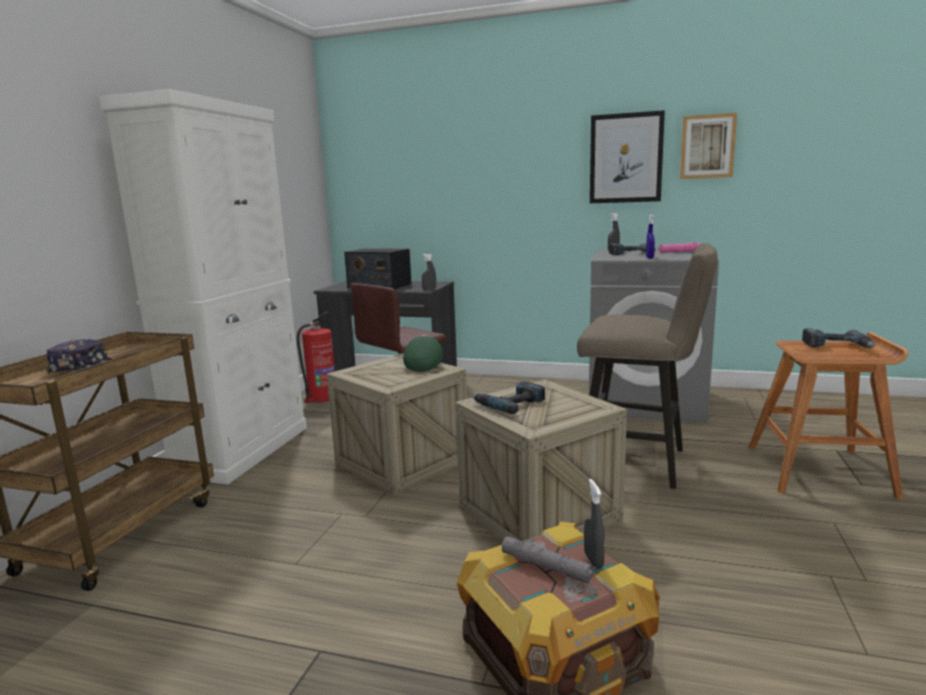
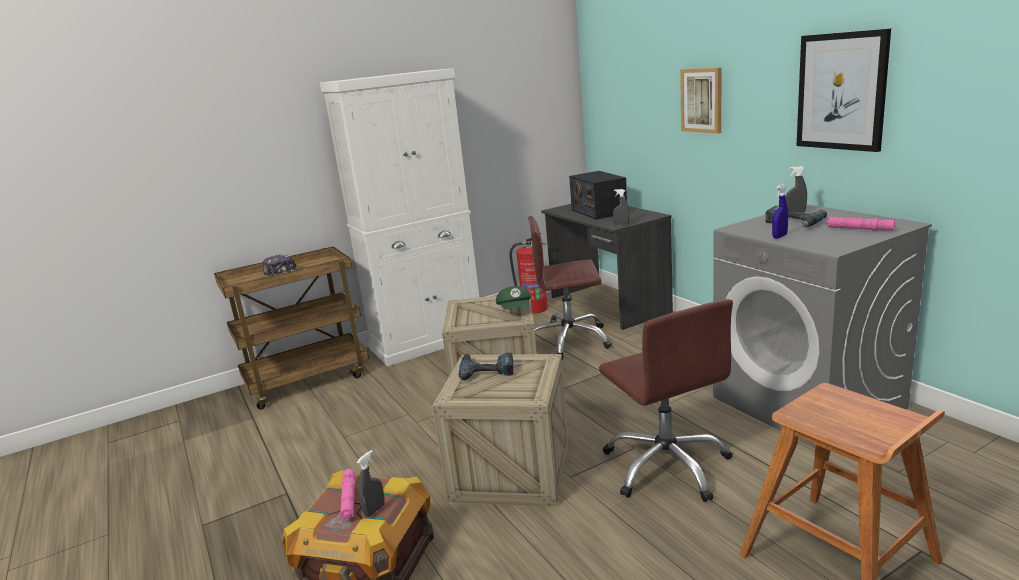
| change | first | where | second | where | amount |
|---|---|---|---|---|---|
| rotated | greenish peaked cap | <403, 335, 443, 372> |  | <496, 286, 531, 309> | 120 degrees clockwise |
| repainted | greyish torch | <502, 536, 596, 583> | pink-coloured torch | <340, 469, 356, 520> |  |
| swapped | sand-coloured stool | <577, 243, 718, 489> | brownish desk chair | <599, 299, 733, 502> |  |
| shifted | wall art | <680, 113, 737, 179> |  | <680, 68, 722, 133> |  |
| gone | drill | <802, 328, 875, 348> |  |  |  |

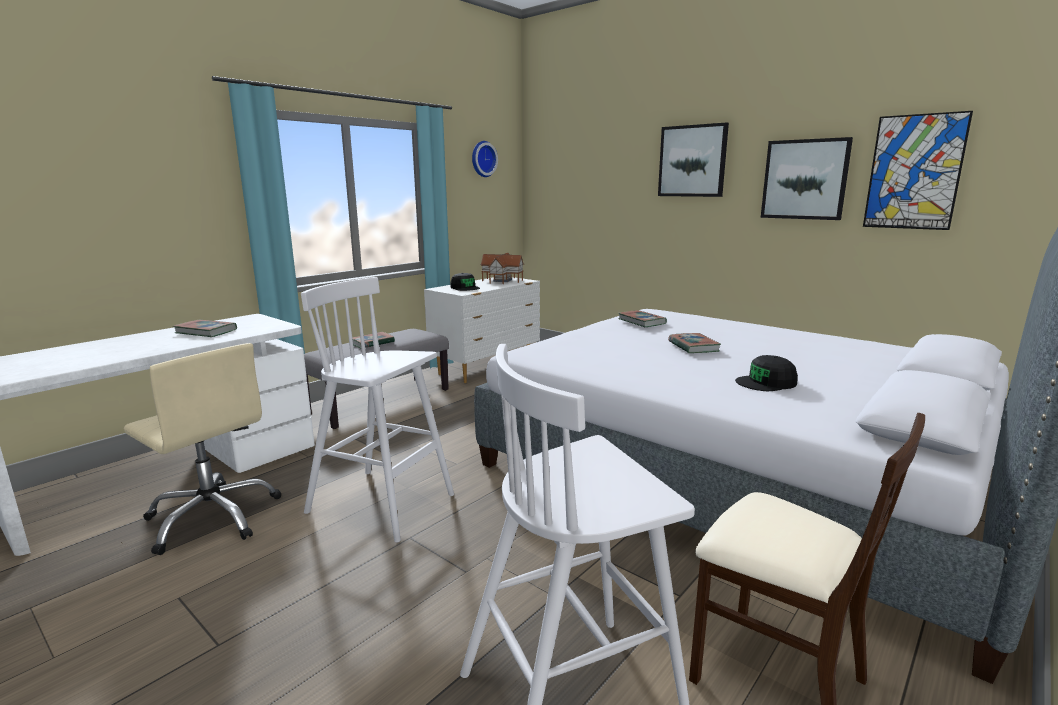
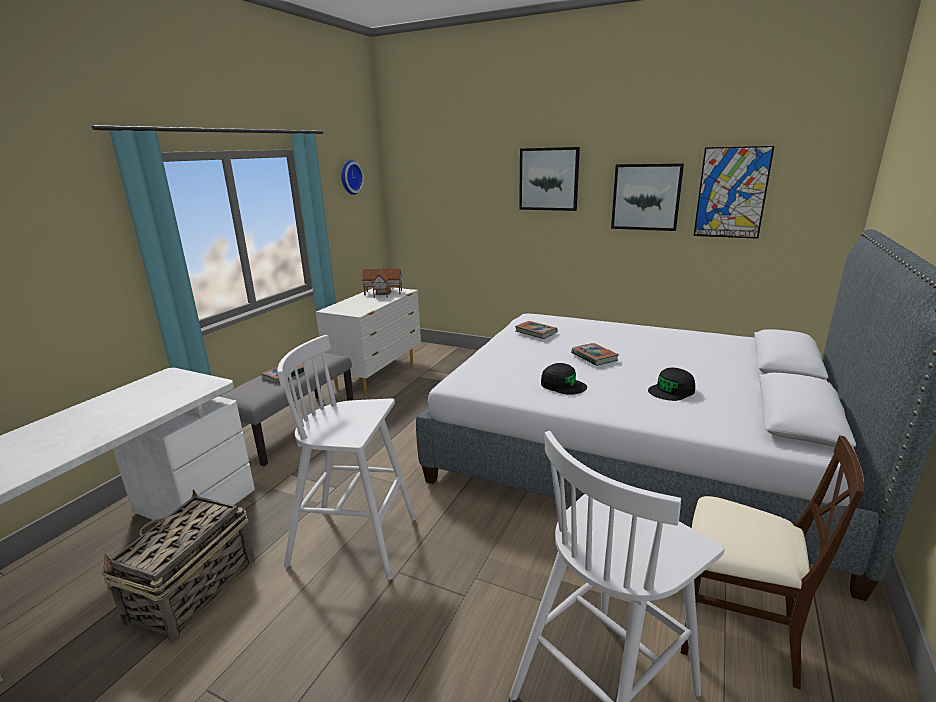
| change | first | where | second | where | amount |
|---|---|---|---|---|---|
| swapped | sand-coloured desk chair | <124, 343, 281, 555> | basket | <102, 489, 255, 642> |  |
| gone | bound book | <173, 320, 237, 337> |  |  |  |
| shifted | blackish peaked cap | <450, 273, 480, 291> |  | <541, 363, 587, 395> |  |

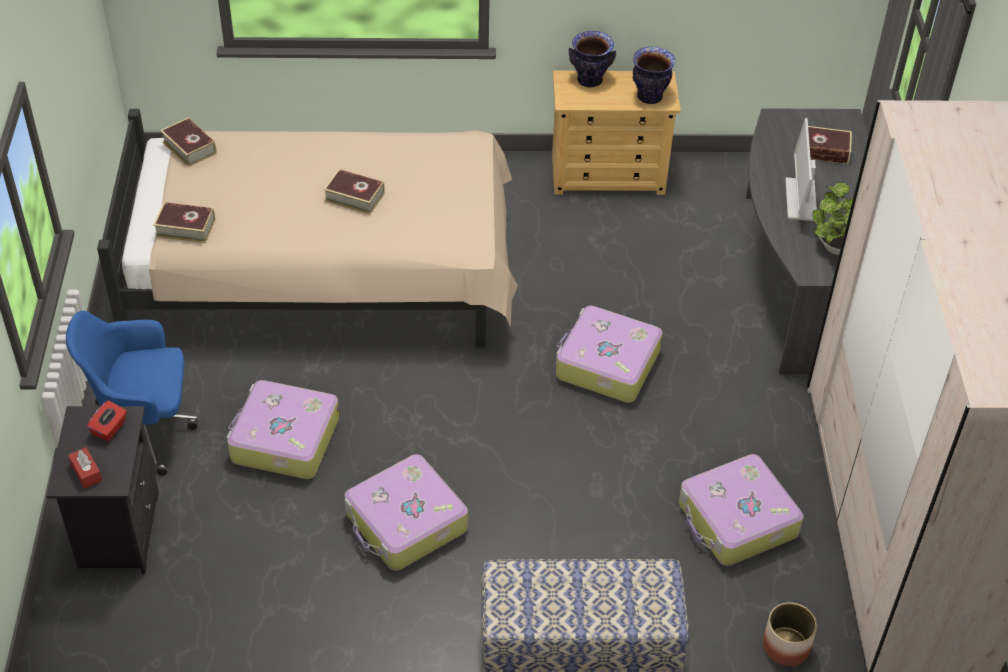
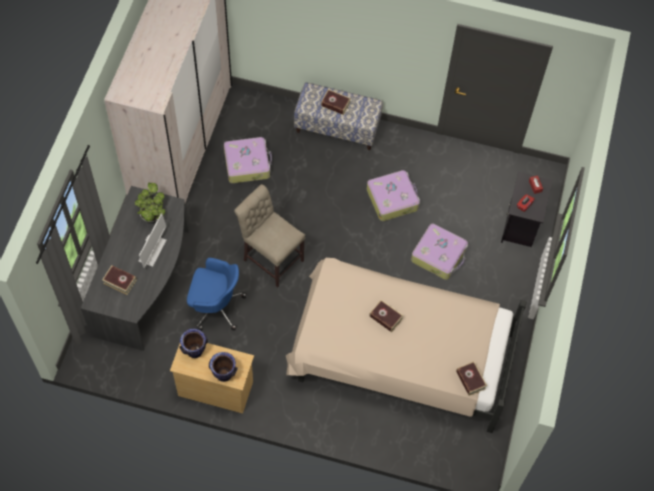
| change | first | where | second | where | amount |
|---|---|---|---|---|---|
| shifted | blue-coloured desk chair | <66, 311, 198, 476> |  | <187, 258, 247, 331> |  |
| shifted | bound book | <153, 202, 215, 243> |  | <321, 89, 351, 115> |  |
| swapped | suitcase | <556, 306, 663, 403> | sand-coloured chair | <234, 184, 305, 287> |  |
| gone | flower pot | <763, 602, 817, 666> |  |  |  |

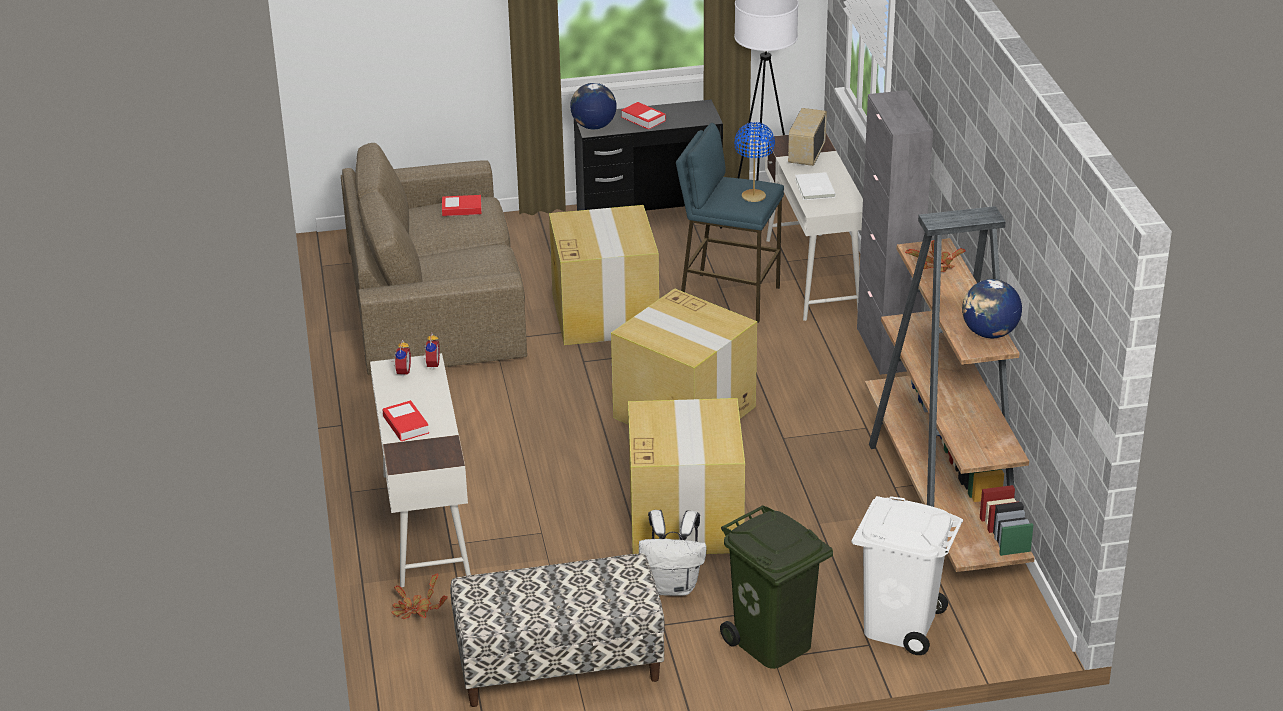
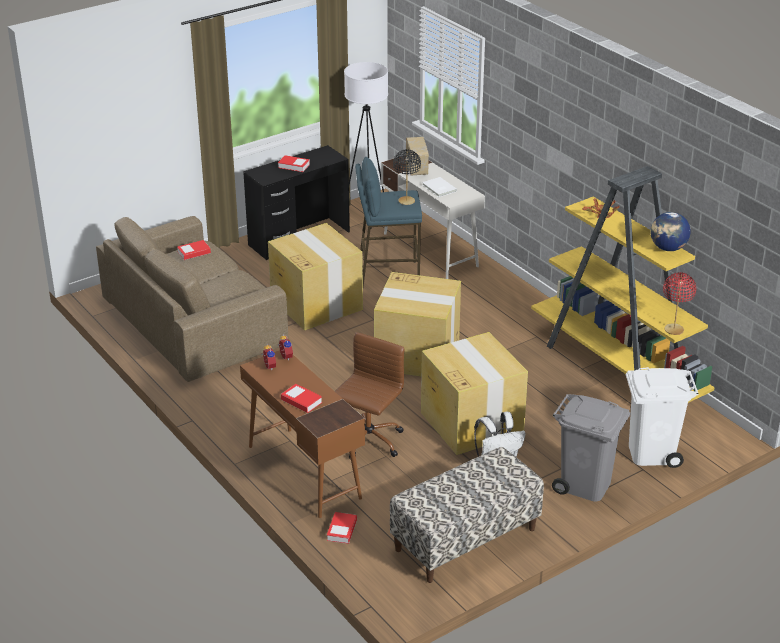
| change | first | where | second | where | amount |
|---|---|---|---|---|---|
| repainted | white desk | <370, 353, 471, 587> | brownish desk | <240, 350, 365, 518> |  |
| swapped | plant in a pot | <391, 574, 448, 619> | bound book | <327, 512, 357, 544> |  |
| gone | desk globe | <570, 83, 617, 129> |  |  |  |
| repainted | greenish trash can | <720, 505, 833, 669> | greyish trash can | <552, 394, 630, 501> |  |
| repainted | blue-coloured tabletop lamp | <734, 122, 775, 202> | blackish tabletop lamp | <393, 149, 421, 205> |  |
| gone | greyish storage cabinet | <857, 90, 933, 375> |  |  |  |
| repainted | brownish shelving unit | <865, 206, 1035, 572> | yellowish shelving unit | <531, 166, 715, 403> |  |
| new |  |  | brownish desk chair | <335, 332, 404, 459> |  |
| new |  |  | red-coloured tabletop lamp | <663, 272, 696, 335> |  |

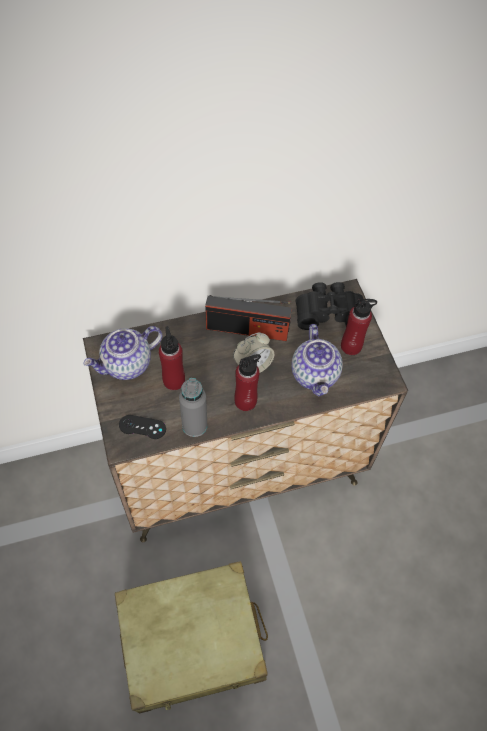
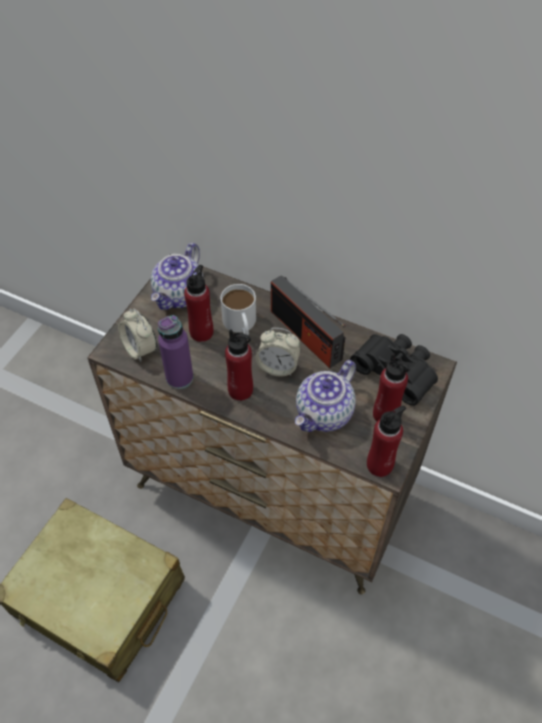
| change | first | where | second | where | amount |
|---|---|---|---|---|---|
| rotated | teapot | <83, 326, 162, 380> |  | <151, 243, 204, 310> | 75 degrees counterclockwise |
| swapped | blackish gamepad | <119, 415, 166, 439> | bedside clock | <118, 308, 157, 362> |  |
| repainted | greyish drink bottle | <179, 378, 207, 437> | purple drink bottle | <158, 315, 193, 389> |  |
| new |  |  | white coffee mug | <221, 284, 256, 336> |  |
| new |  |  | red-coloured drink bottle | <367, 406, 406, 477> |  |

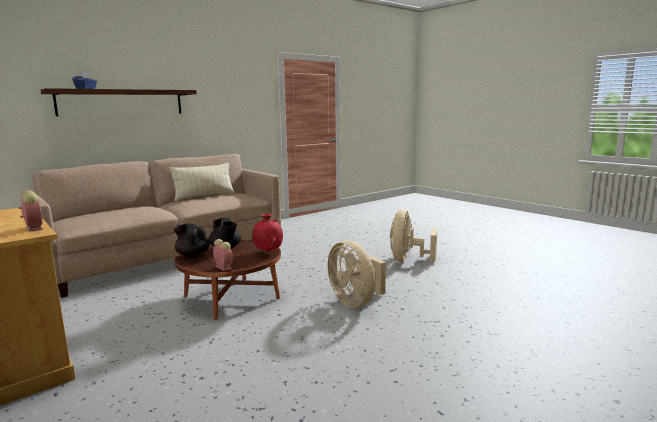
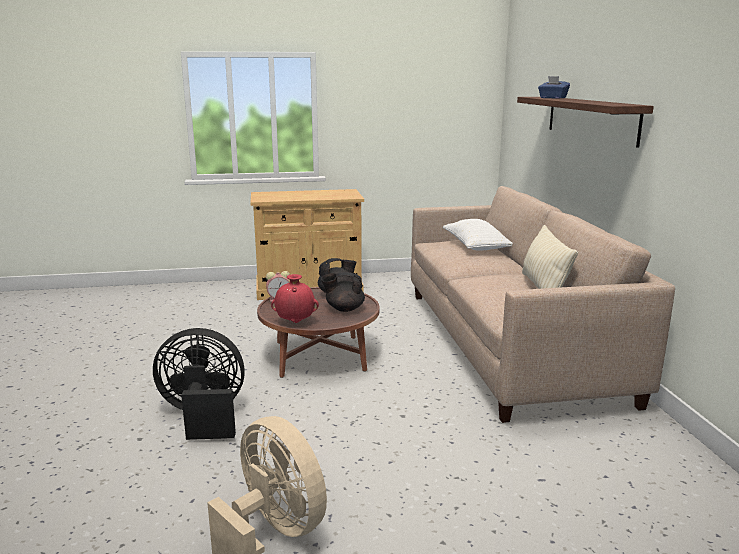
| change | first | where | second | where | amount |
|---|---|---|---|---|---|
| gone | bedside clock | <19, 191, 43, 231> |  |  |  |
| repainted | sand-coloured electric fan | <328, 240, 386, 307> | blackish electric fan | <153, 328, 245, 440> |  |
| new |  |  | white cushion | <443, 219, 513, 251> |  |

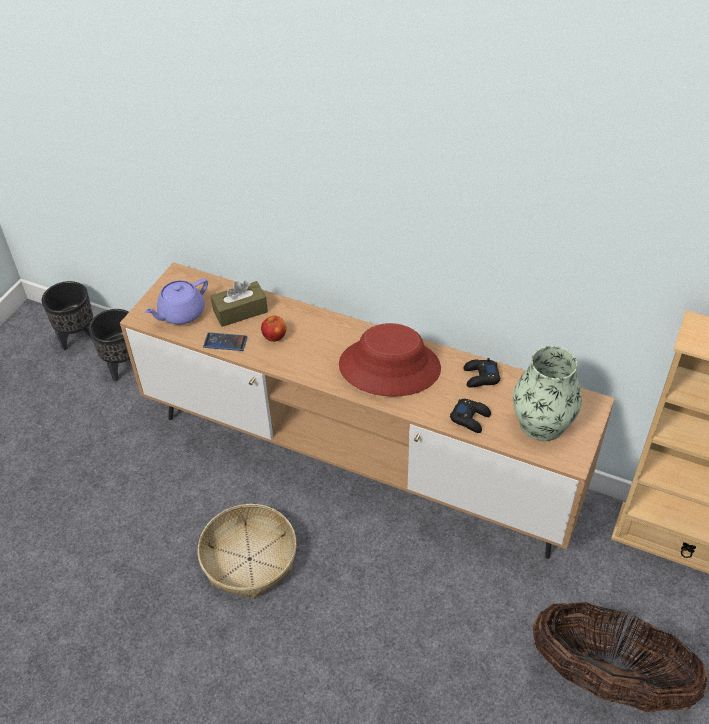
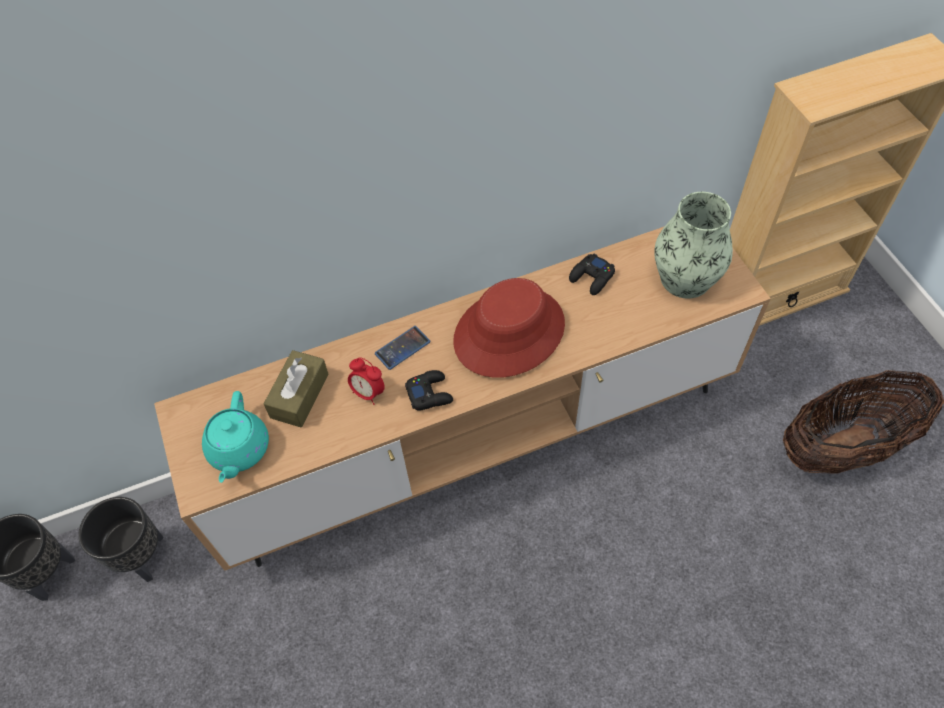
| change | first | where | second | where | amount |
|---|---|---|---|---|---|
| repainted | purple teapot | <144, 278, 208, 325> | blue-green teapot | <202, 391, 269, 483> |  |
| gone | basket | <197, 504, 297, 599> |  |  |  |
| shifted | handset | <203, 332, 247, 351> |  | <375, 326, 430, 370> |  |
| swapped | apple fruit | <261, 316, 287, 342> | bedside clock | <348, 357, 385, 405> |  |
| shifted | blackish gamepad | <450, 399, 491, 433> |  | <405, 370, 453, 410> |  |

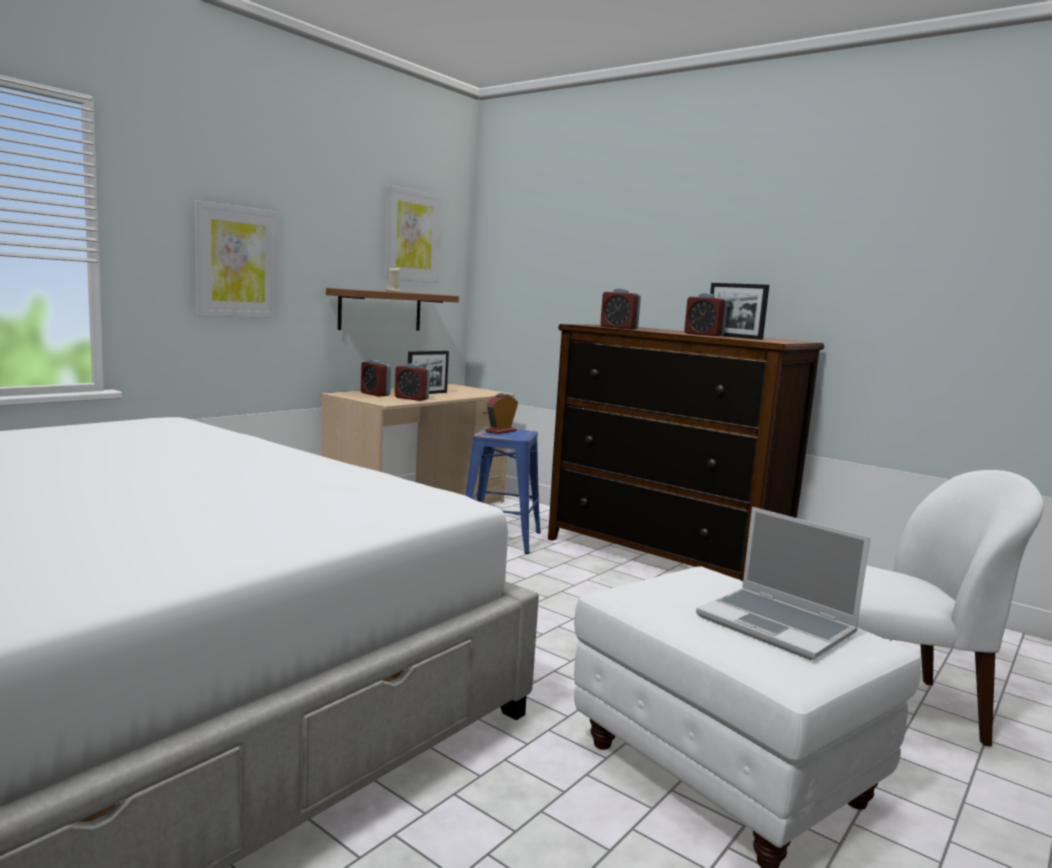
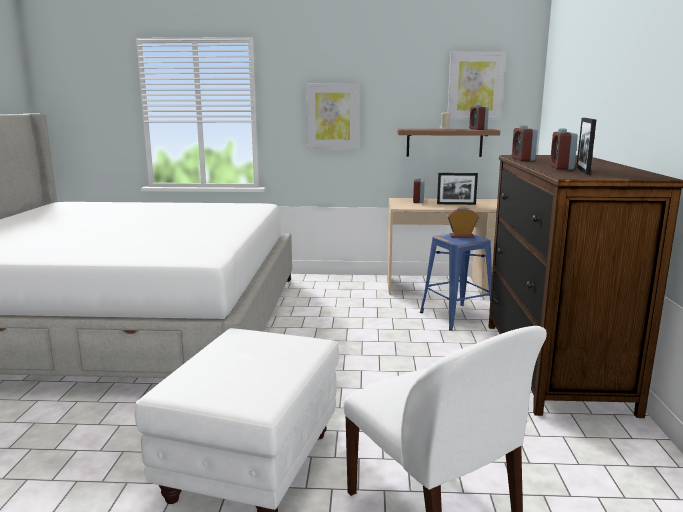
| change | first | where | second | where | amount |
|---|---|---|---|---|---|
| shifted | bedside clock | <395, 363, 430, 401> |  | <469, 104, 489, 130> |  |
| gone | portable computer | <696, 507, 870, 660> |  |  |  |

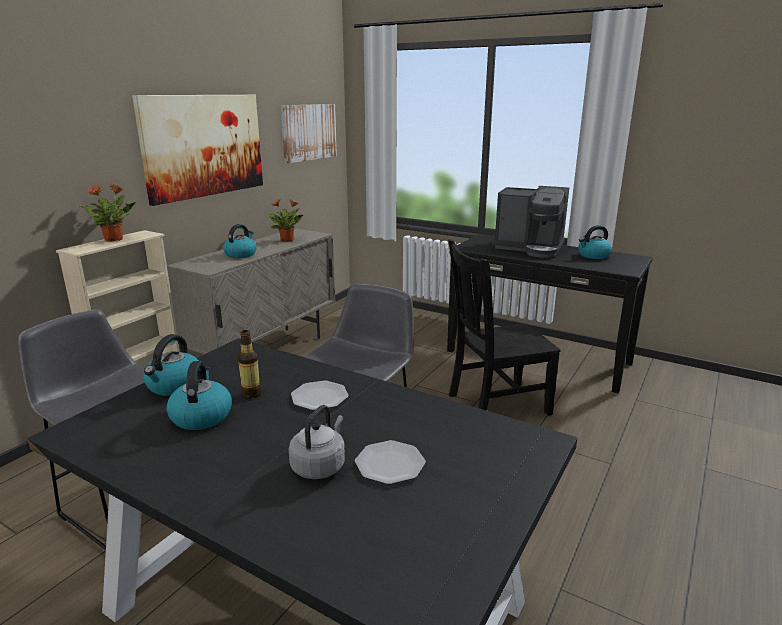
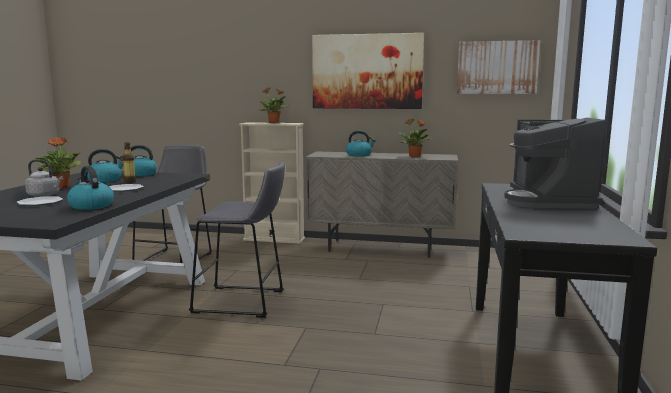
| change | first | where | second | where | amount |
|---|---|---|---|---|---|
| gone | blackish chair | <448, 239, 560, 416> |  |  |  |
| shifted | kettle | <578, 225, 612, 259> |  | <67, 166, 114, 210> |  |
| new |  |  | plant in a pot | <36, 137, 82, 189> |  |

